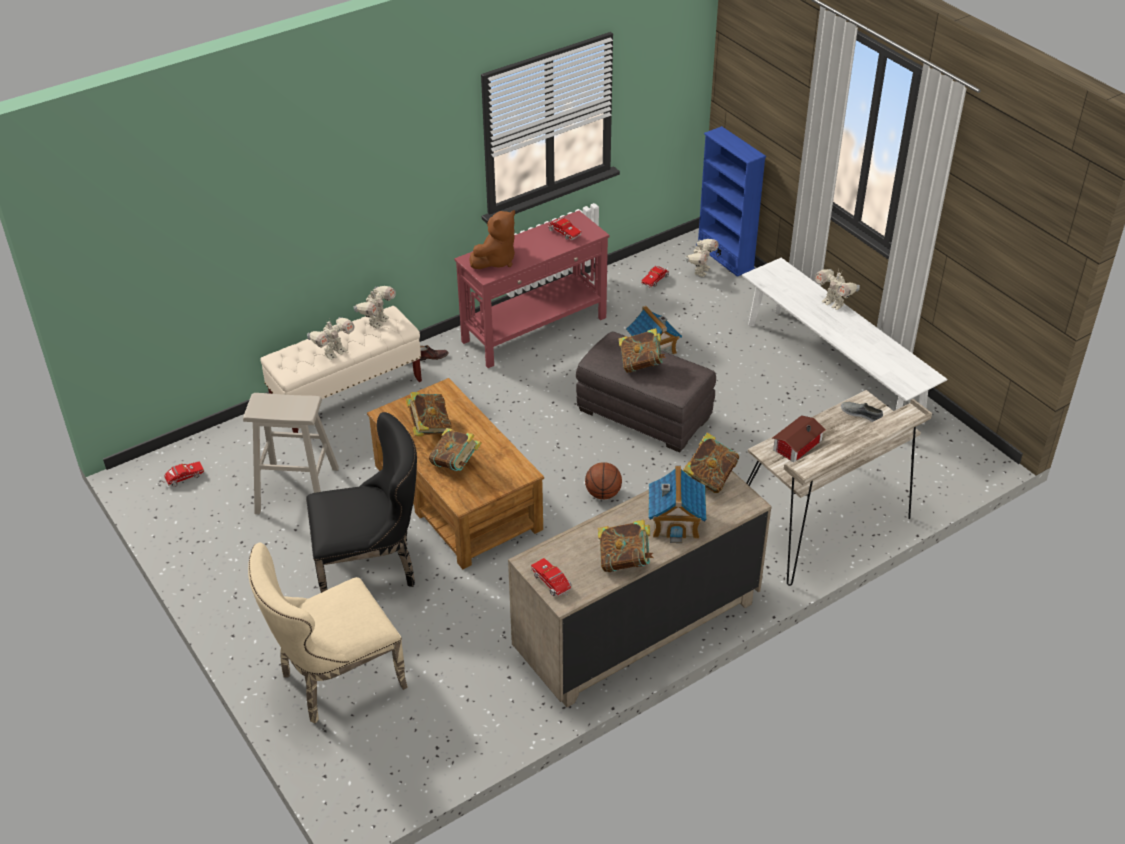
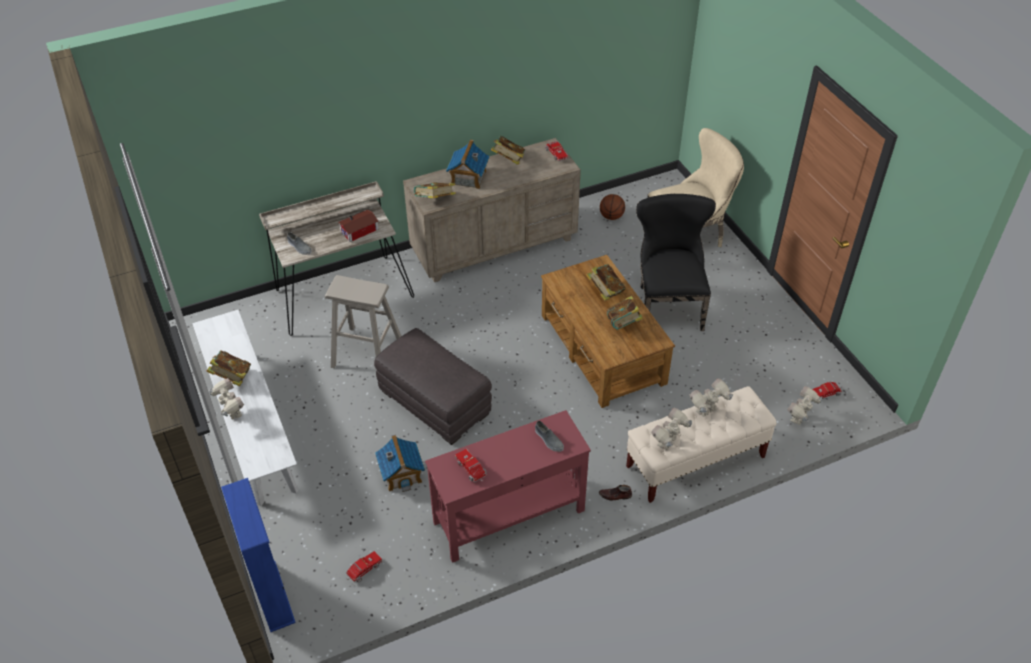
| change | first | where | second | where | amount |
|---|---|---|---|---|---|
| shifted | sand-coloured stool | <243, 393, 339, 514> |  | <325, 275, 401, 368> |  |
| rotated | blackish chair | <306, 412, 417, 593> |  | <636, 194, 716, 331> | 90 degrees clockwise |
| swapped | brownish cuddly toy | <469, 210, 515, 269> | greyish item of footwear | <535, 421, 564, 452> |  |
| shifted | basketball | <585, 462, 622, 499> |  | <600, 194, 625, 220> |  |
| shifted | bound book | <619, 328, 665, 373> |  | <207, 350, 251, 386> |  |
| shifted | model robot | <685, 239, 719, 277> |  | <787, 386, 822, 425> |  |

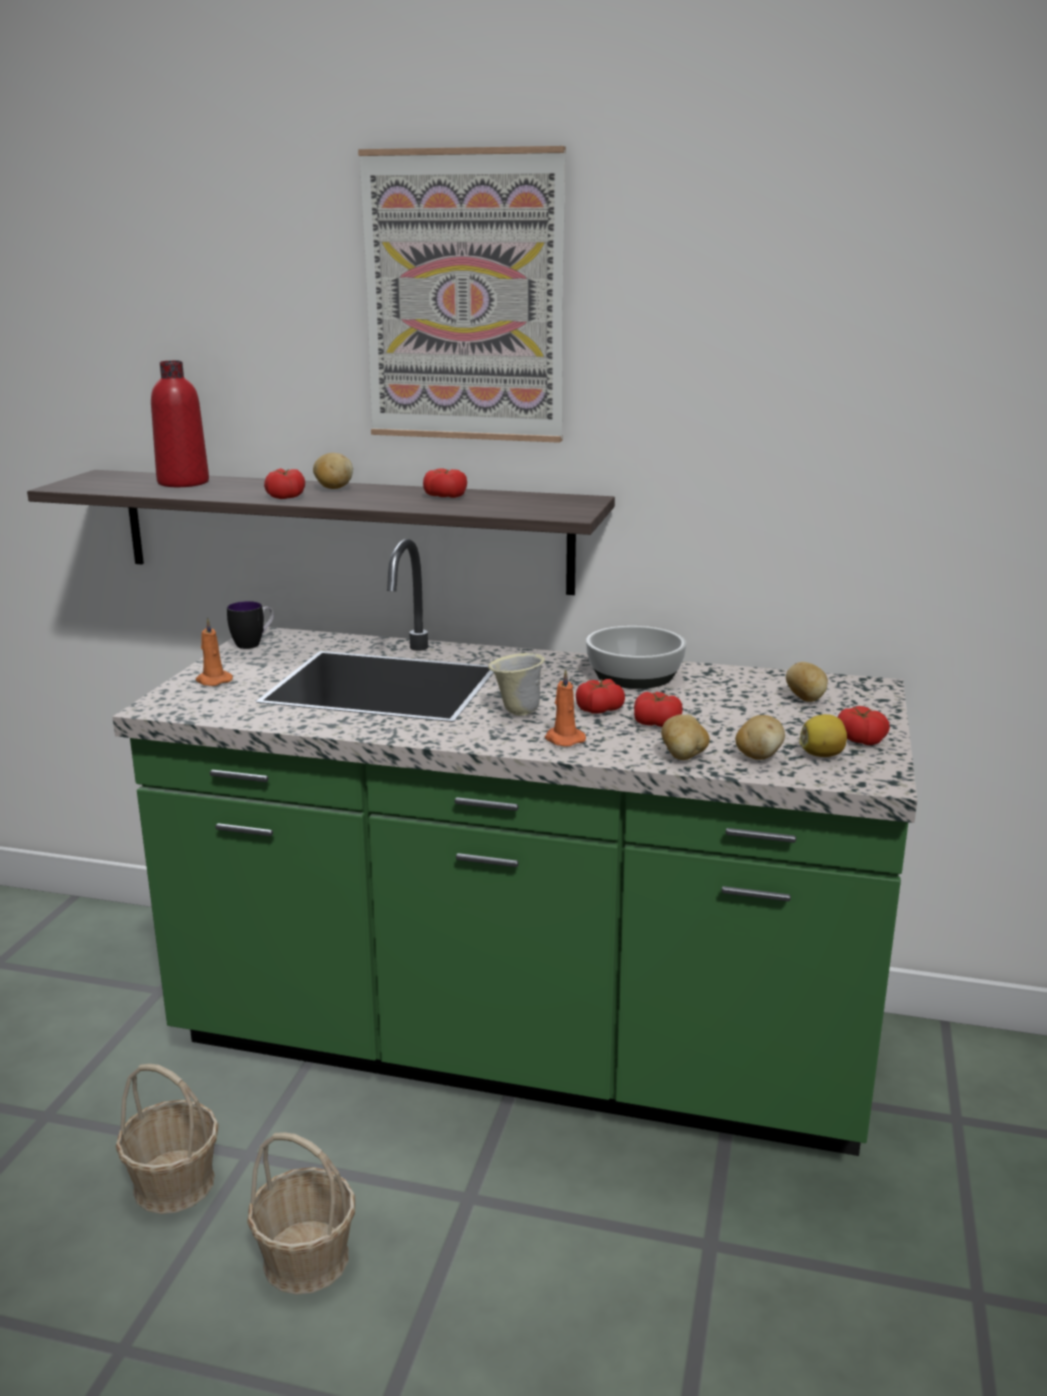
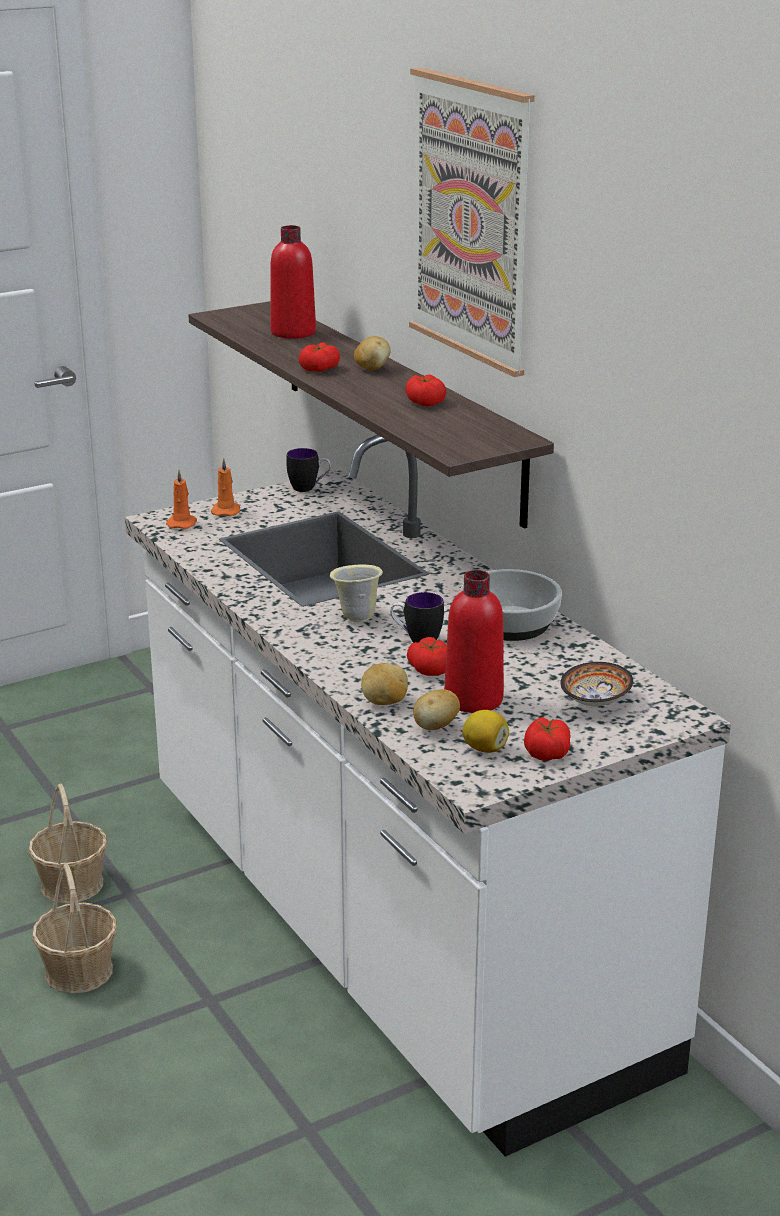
| change | first | where | second | where | amount |
|---|---|---|---|---|---|
| repainted | greenish kitchen base unit | <112, 539, 917, 1156> | white kitchen base unit | <125, 435, 731, 1157> |  |
| shifted | orangey wax light | <545, 669, 586, 747> |  | <166, 470, 197, 529> |  |
| swapped | whole tomato | <576, 679, 625, 714> | coffee mug | <390, 592, 444, 643> |  |
| swapped | potato | <786, 662, 828, 702> | deep dish | <560, 662, 633, 706> |  |
| new |  |  | red-coloured drink bottle | <444, 570, 504, 713> |  |

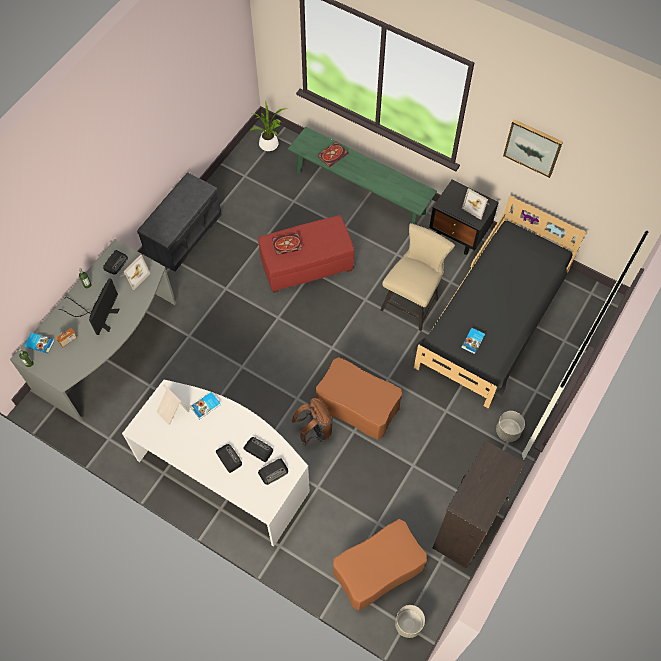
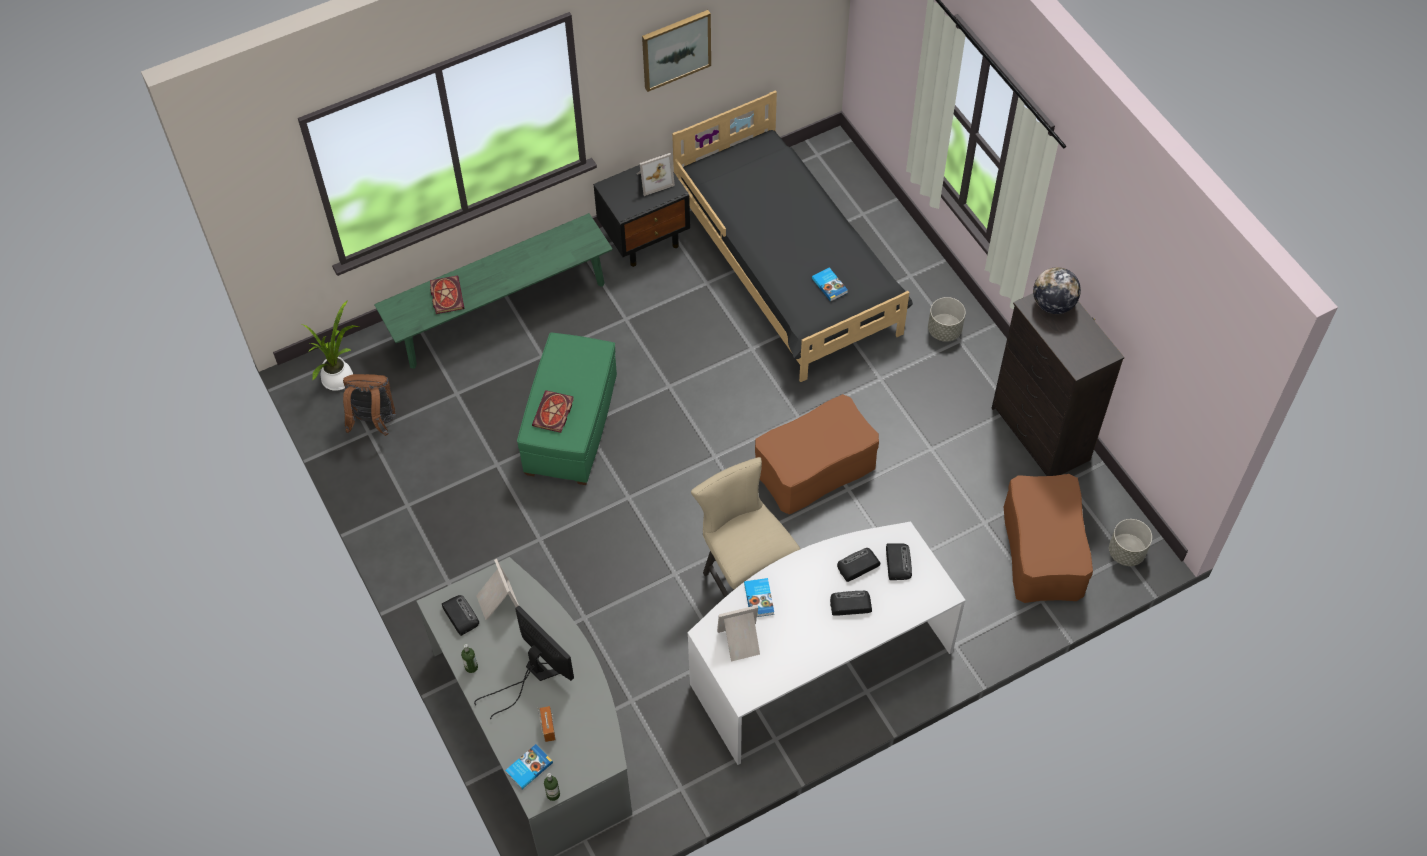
| change | first | where | second | where | amount |
|---|---|---|---|---|---|
| gone | greyish long seat | <137, 172, 222, 272> |  |  |  |
| repainted | red-coloured footrest | <258, 215, 354, 293> | greenish footrest | <517, 333, 617, 485> |  |
| shifted | brownish rucksack | <292, 398, 333, 446> |  | <343, 374, 396, 436> |  |
| shifted | sand-coloured chair | <380, 223, 455, 331> |  | <691, 457, 800, 597> |  |
| new |  |  | desk globe | <1033, 267, 1081, 314> |  |

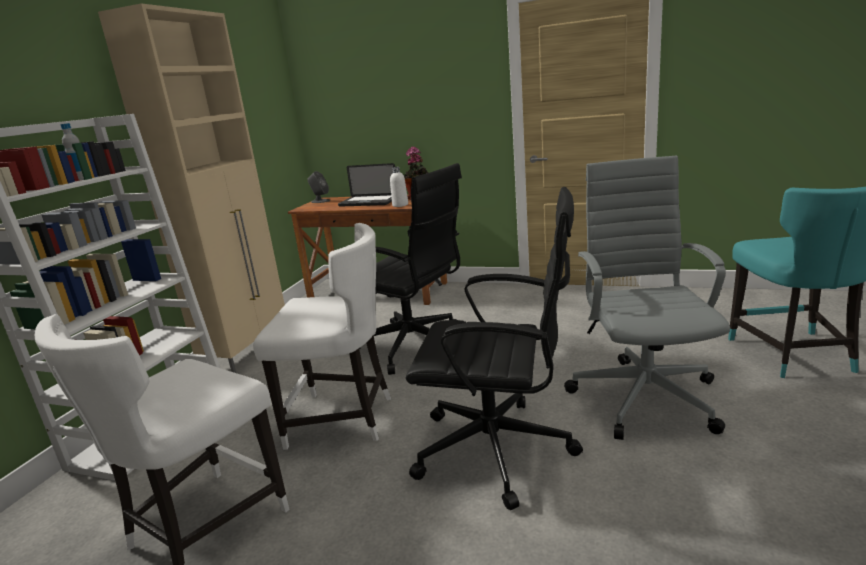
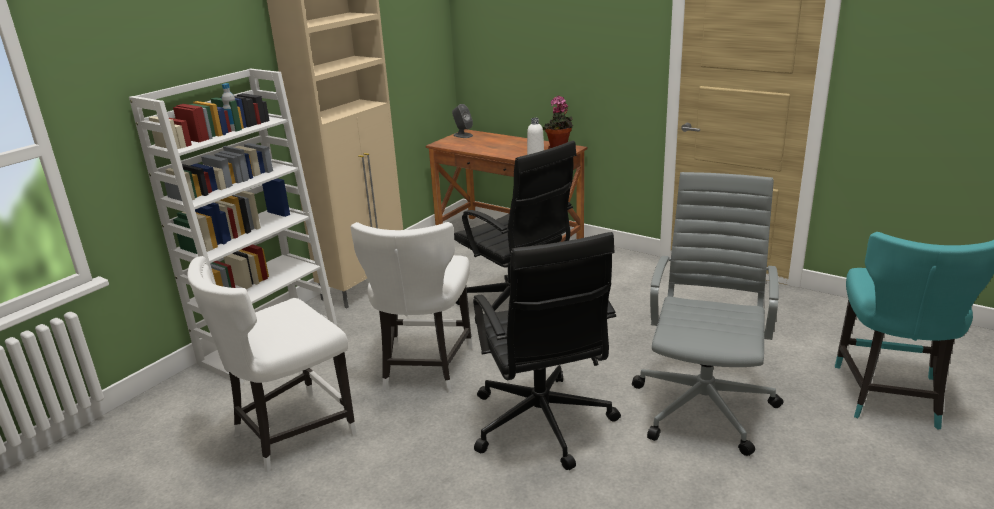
| change | first | where | second | where | amount |
|---|---|---|---|---|---|
| rotated | white chair | <253, 223, 391, 450> |  | <350, 222, 472, 393> | 75 degrees clockwise |
| gone | portable computer | <338, 163, 395, 207> |  |  |  |
| rotated | blackish desk chair | <406, 187, 583, 510> |  | <473, 232, 621, 470> | 45 degrees clockwise |

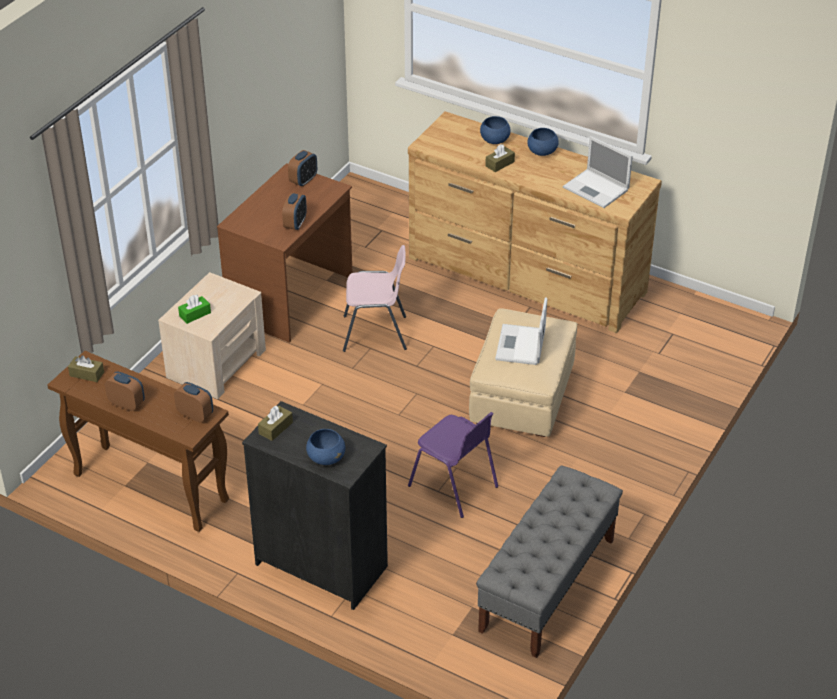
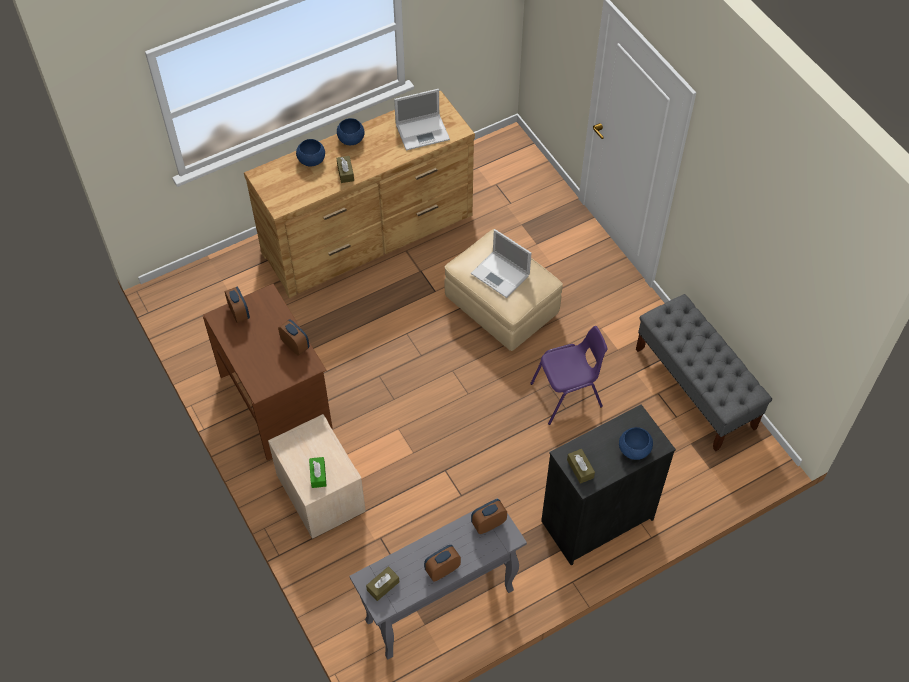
| change | first | where | second | where | amount |
|---|---|---|---|---|---|
| repainted | brownish narrow table | <47, 351, 229, 532> | greyish narrow table | <350, 498, 527, 660> |  |
| gone | pink-coloured chair | <343, 245, 407, 352> |  |  |  |

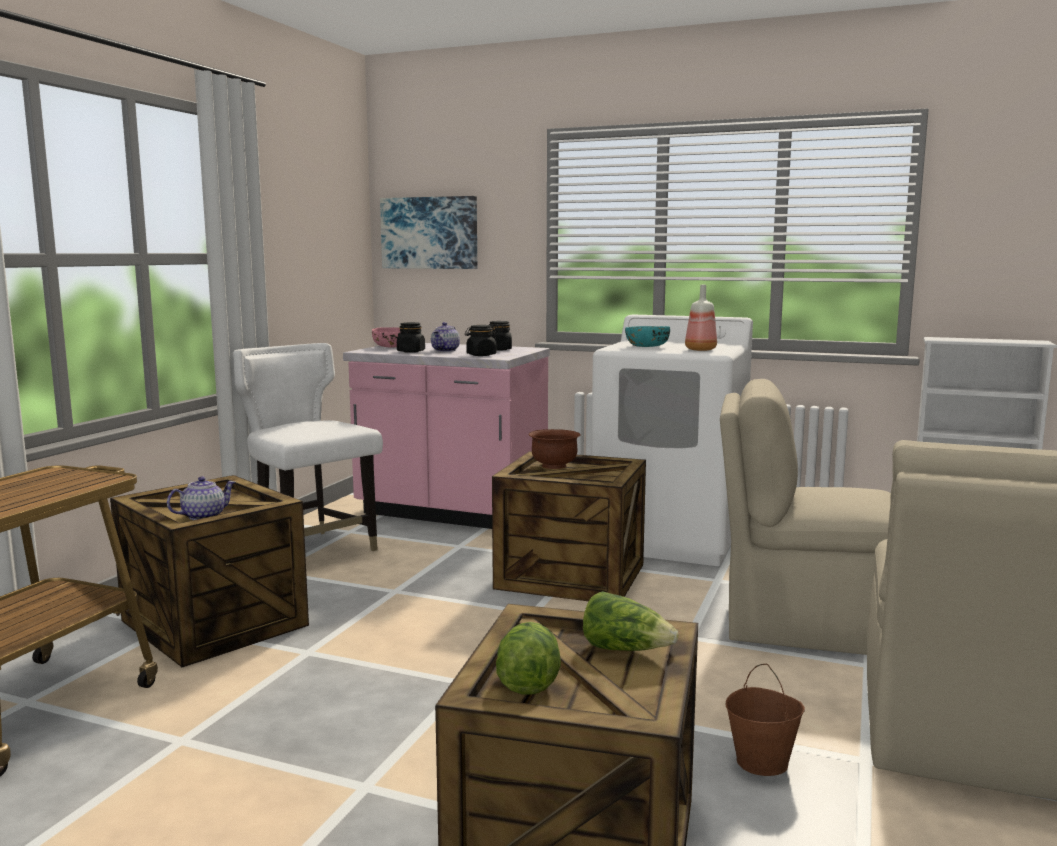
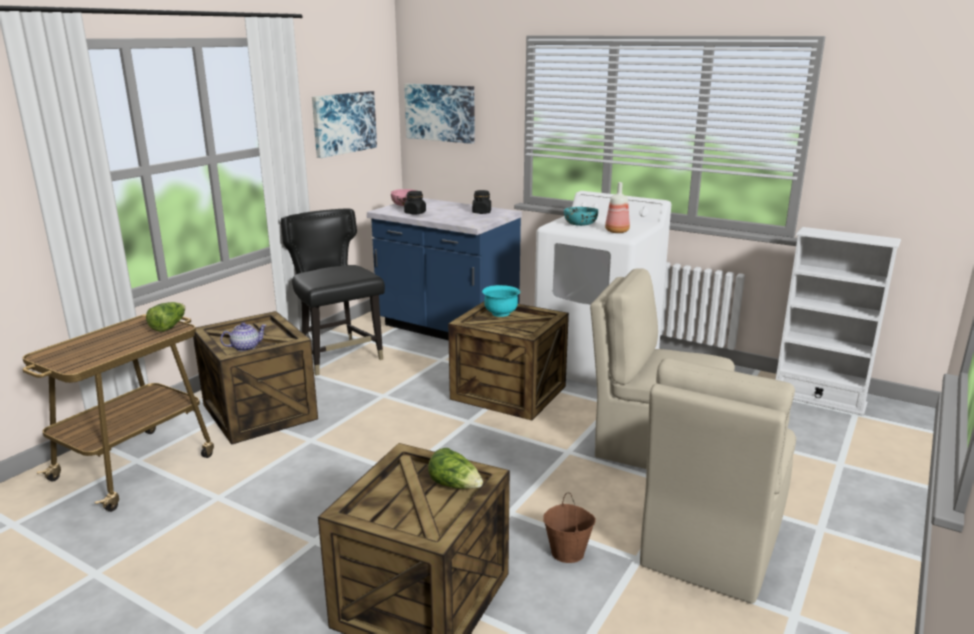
| change | first | where | second | where | amount |
|---|---|---|---|---|---|
| repainted | white chair | <233, 343, 383, 551> | blackish chair | <281, 209, 385, 376> |  |
| repainted | pink-coloured kitchen base unit | <343, 343, 550, 529> | blue-coloured kitchen base unit | <367, 198, 522, 340> |  |
| gone | teapot | <431, 322, 460, 352> |  |  |  |
| gone | blackish jar | <465, 325, 497, 356> |  |  |  |
| shifted | lettuce | <496, 622, 561, 695> |  | <146, 302, 185, 332> |  |
| repainted | brownish deep dish | <529, 429, 581, 469> | blue-green deep dish | <482, 285, 520, 317> |  |
| new |  |  | wall art | <312, 91, 377, 158> |  |

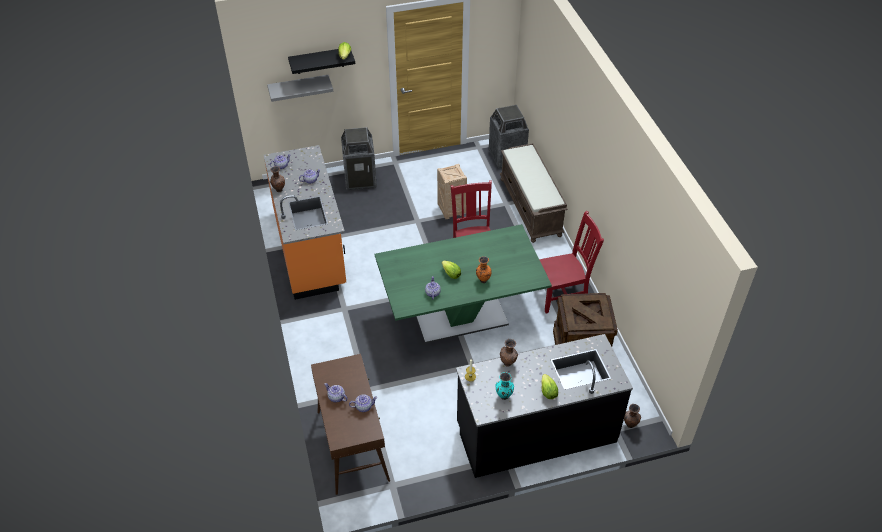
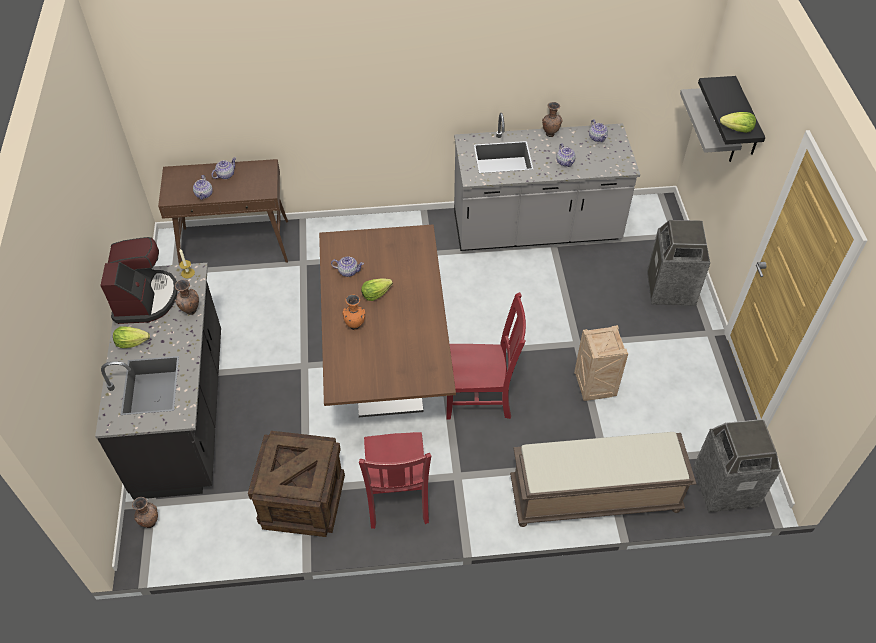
| change | first | where | second | where | amount |
|---|---|---|---|---|---|
| repainted | orangey kitchen base unit | <264, 145, 346, 300> | greyish kitchen base unit | <454, 113, 640, 251> |  |
| repainted | greenish dinner table | <375, 224, 552, 344> | brownish dinner table | <319, 225, 456, 417> |  |
| swapped | blue-green decorative vase | <495, 372, 514, 400> | coffee brewer | <100, 237, 178, 324> |  |

